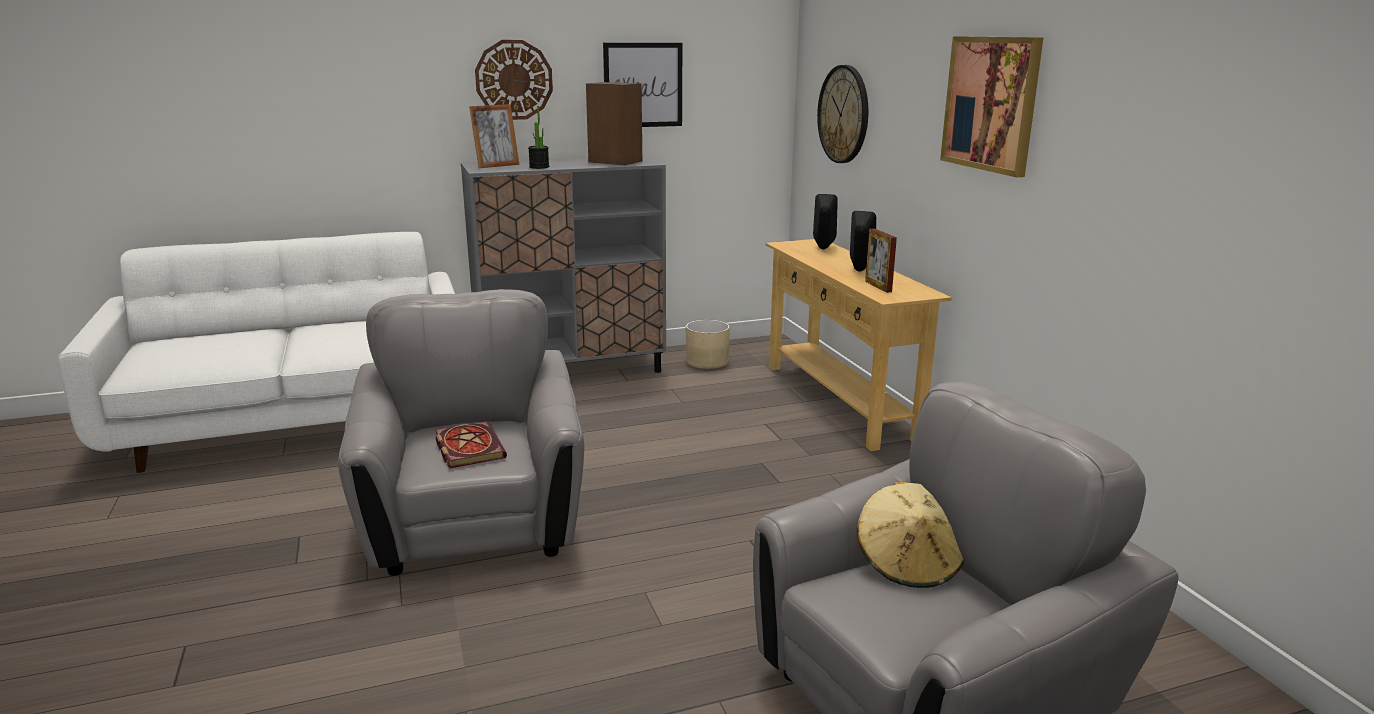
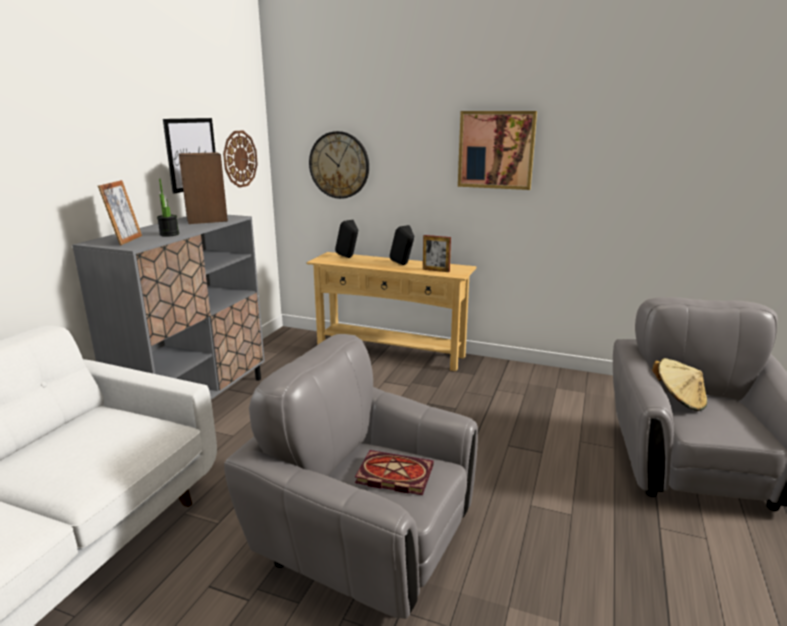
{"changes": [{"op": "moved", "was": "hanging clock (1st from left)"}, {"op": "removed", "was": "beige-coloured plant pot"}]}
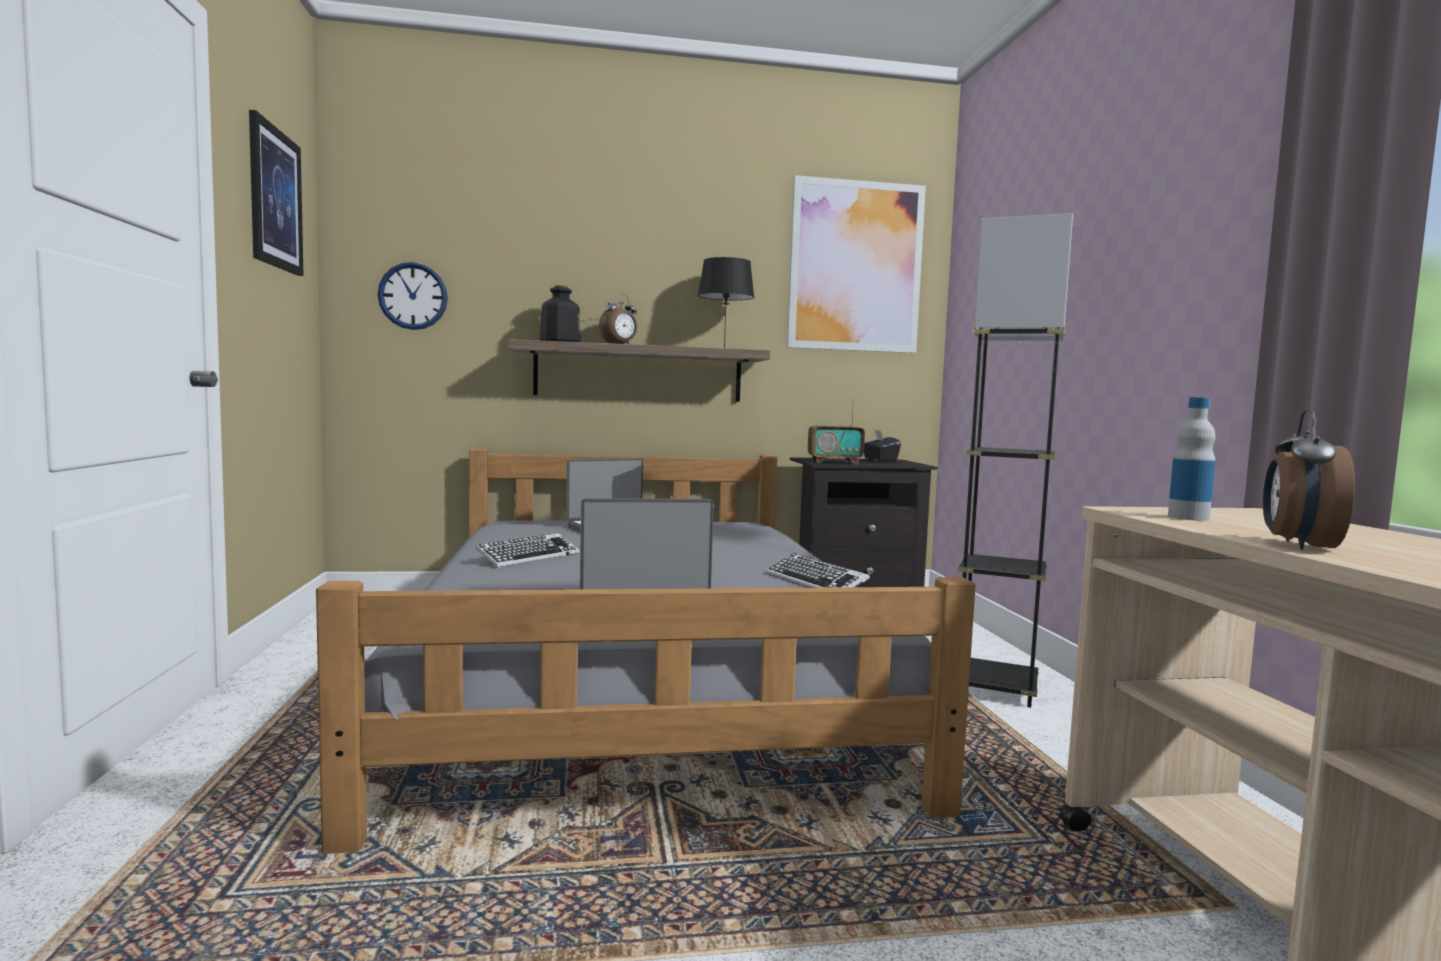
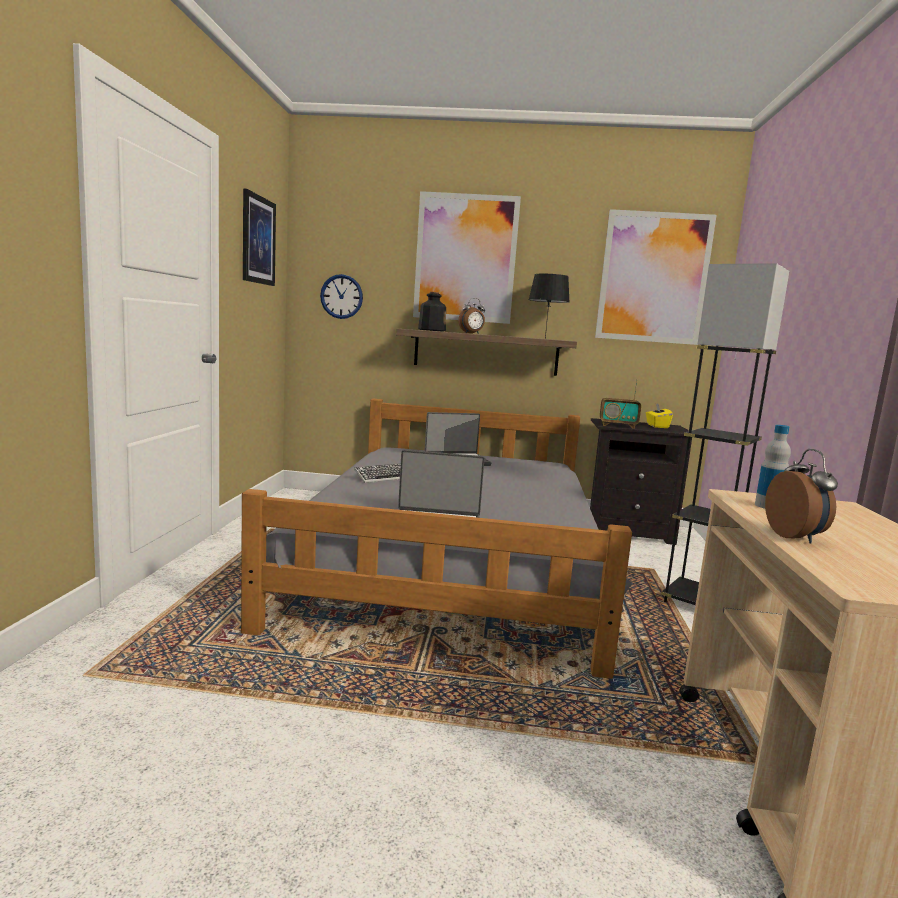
{"changes": [{"op": "turned", "was": "bedside clock (2nd from left)", "clockwise": 135}, {"op": "recoloured", "was": "blackish tissue holder", "now": "yellow-coloured tissue holder"}, {"op": "removed", "was": "computer keyboard (2nd from left)"}, {"op": "added", "now": "picture (2nd from left)"}]}
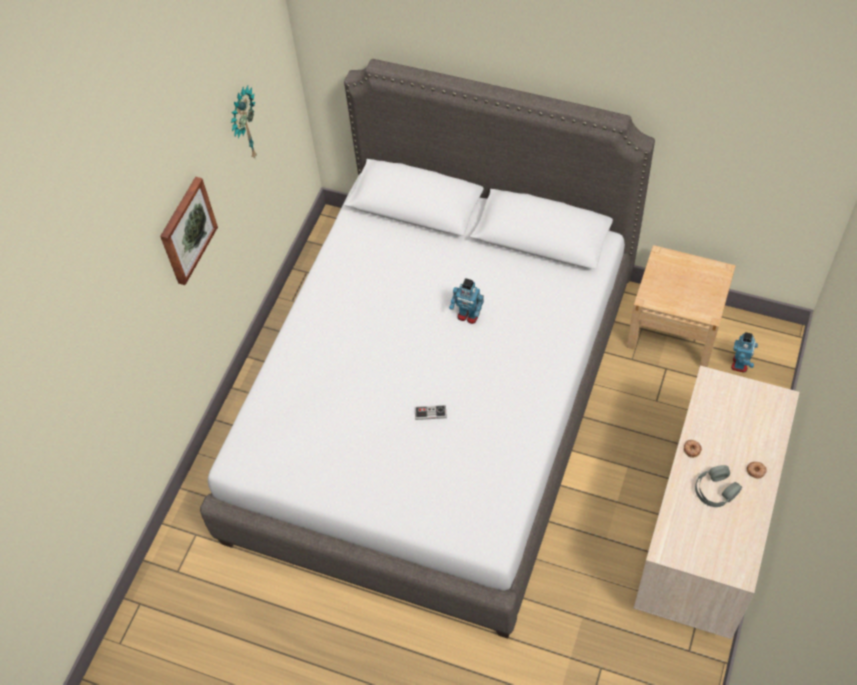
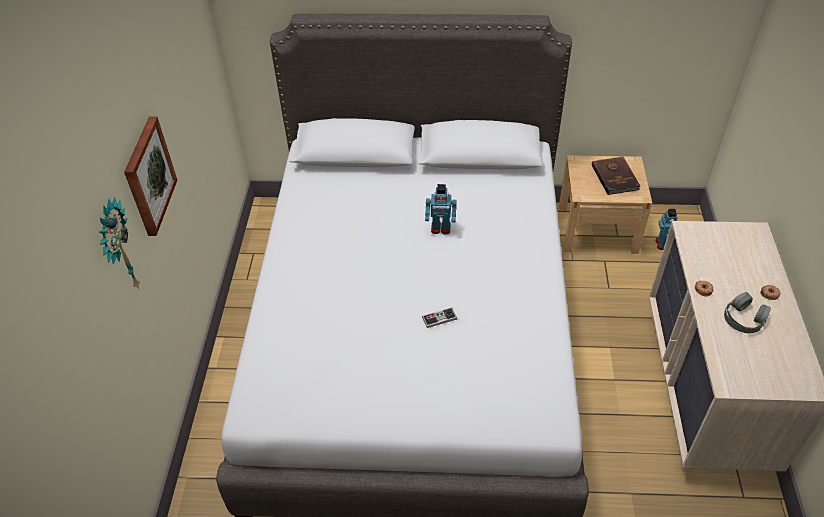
{"changes": [{"op": "moved", "was": "hanging clock"}, {"op": "added", "now": "brown-coloured bound book"}]}
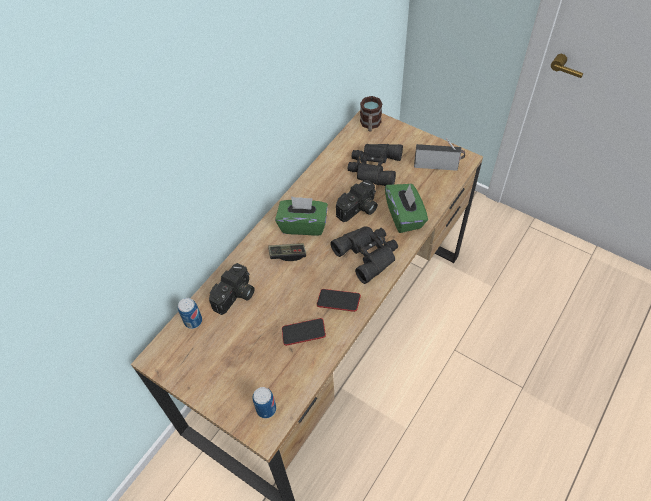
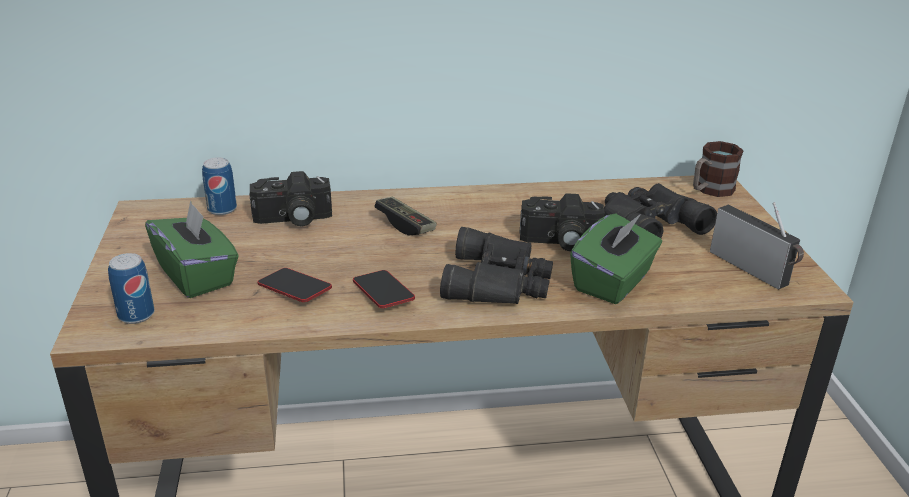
{"changes": [{"op": "moved", "was": "green tissue holder (1st from left)"}]}
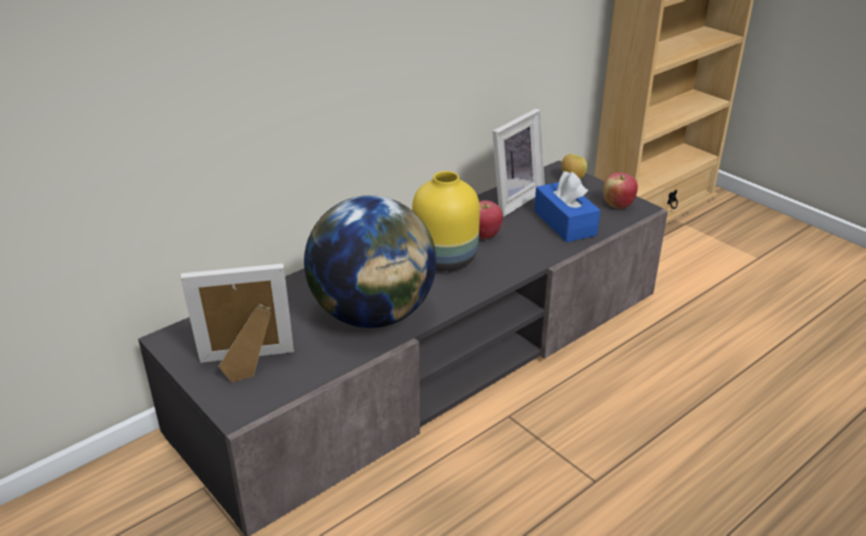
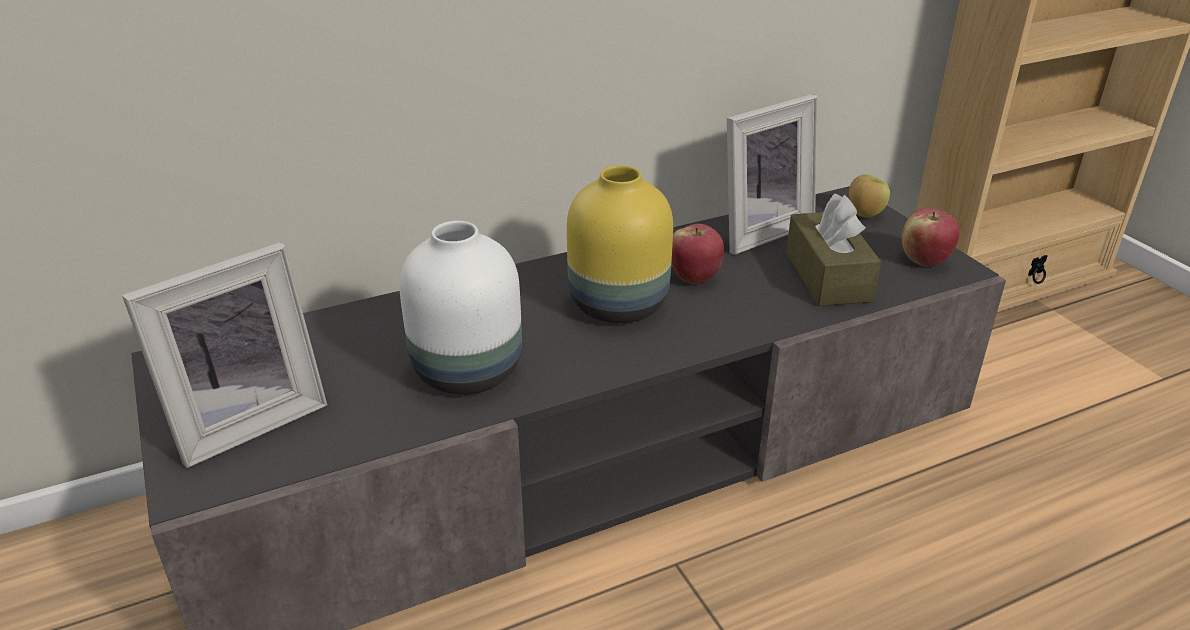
{"changes": [{"op": "recoloured", "was": "blue tissue holder", "now": "brown-coloured tissue holder"}, {"op": "replaced", "was": "globe", "now": "white-coloured vase"}, {"op": "turned", "was": "photo frame (1st from left)", "clockwise": 135}]}
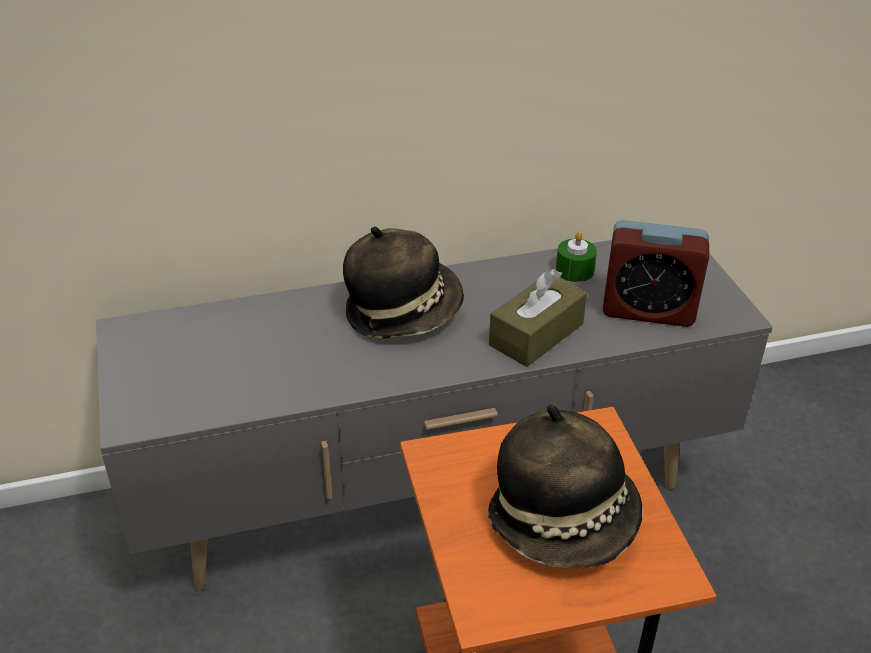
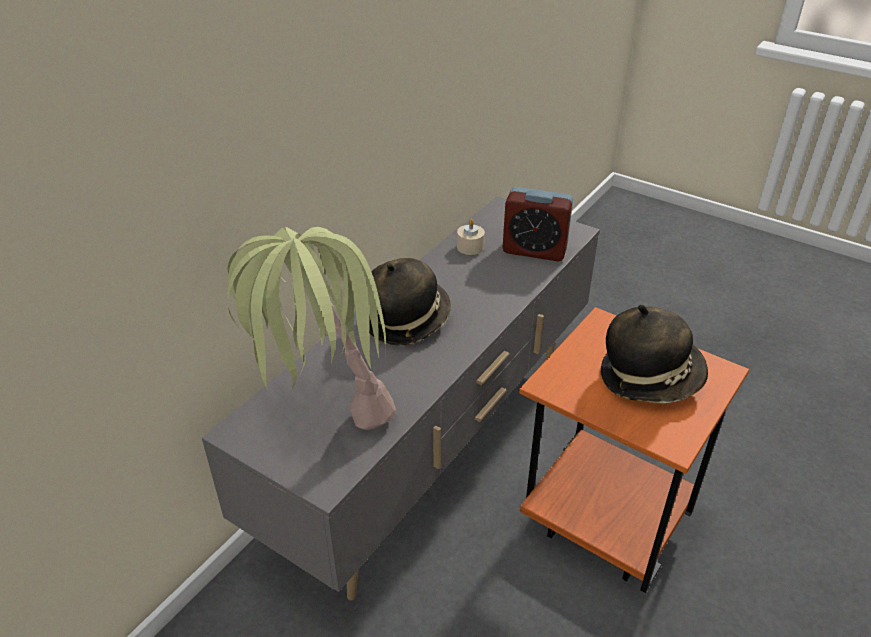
{"changes": [{"op": "turned", "was": "bedside clock", "clockwise": 45}, {"op": "recoloured", "was": "green candle", "now": "beige-coloured candle"}, {"op": "removed", "was": "brown-coloured tissue holder"}, {"op": "added", "now": "houseplant"}]}
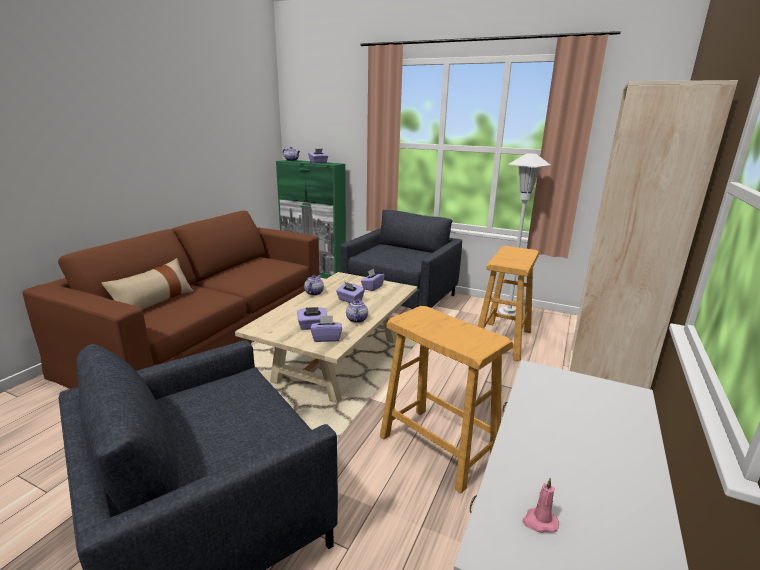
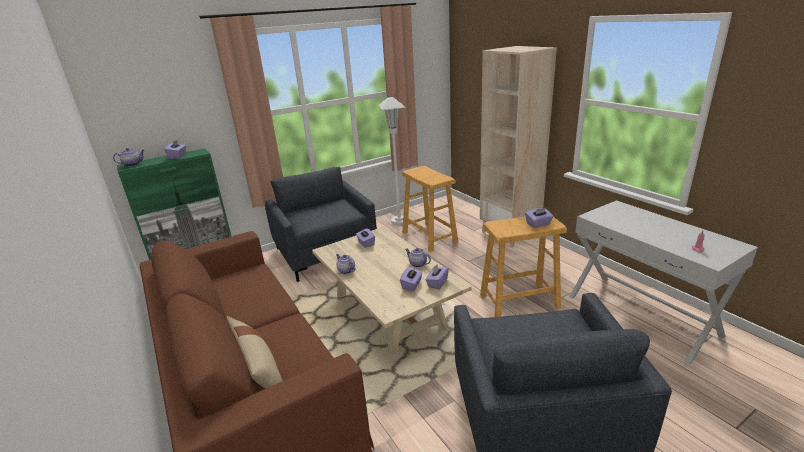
{"changes": [{"op": "moved", "was": "purple-coloured tissue holder (4th from left in the first image)", "now": "purple-coloured tissue holder (5th from left)"}]}
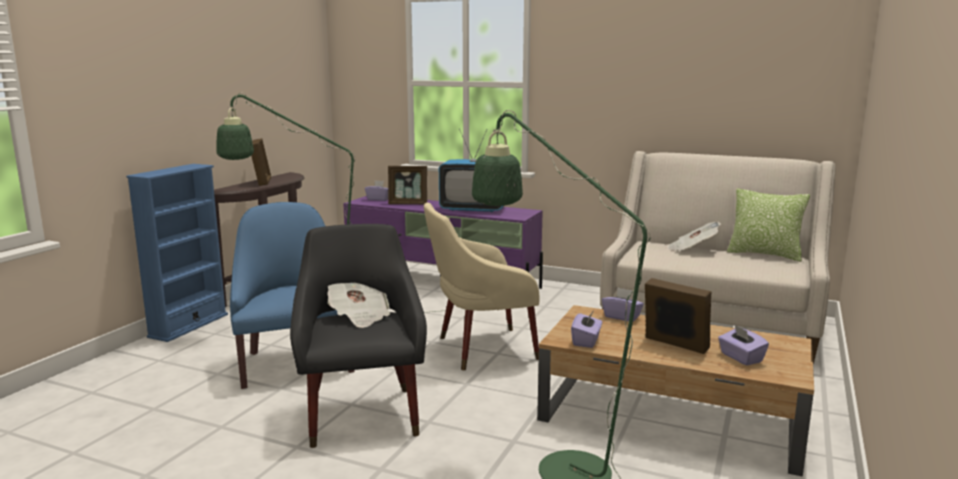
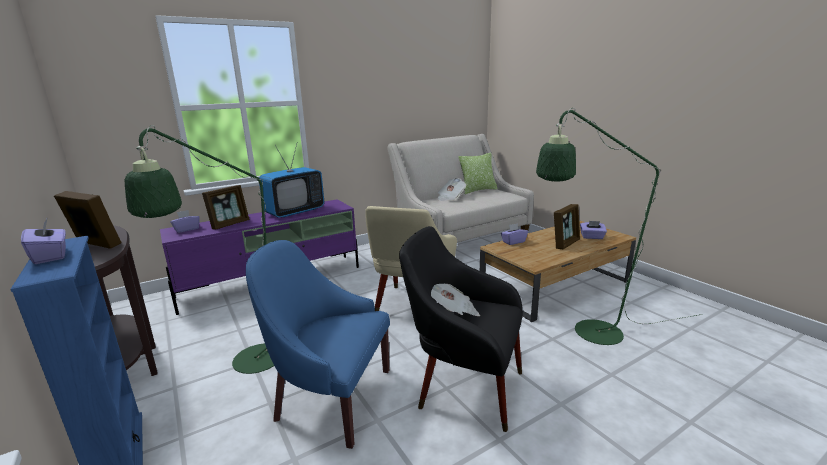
{"changes": [{"op": "turned", "was": "photo frame (3rd from left)", "clockwise": 150}, {"op": "moved", "was": "purple-coloured tissue holder (2nd from left in the first image)", "now": "purple-coloured tissue holder (1st from left)"}]}
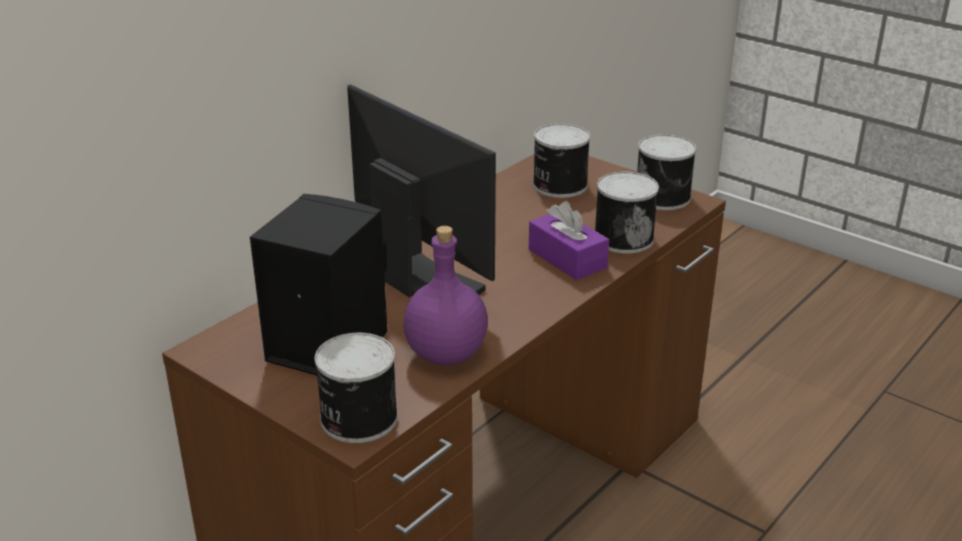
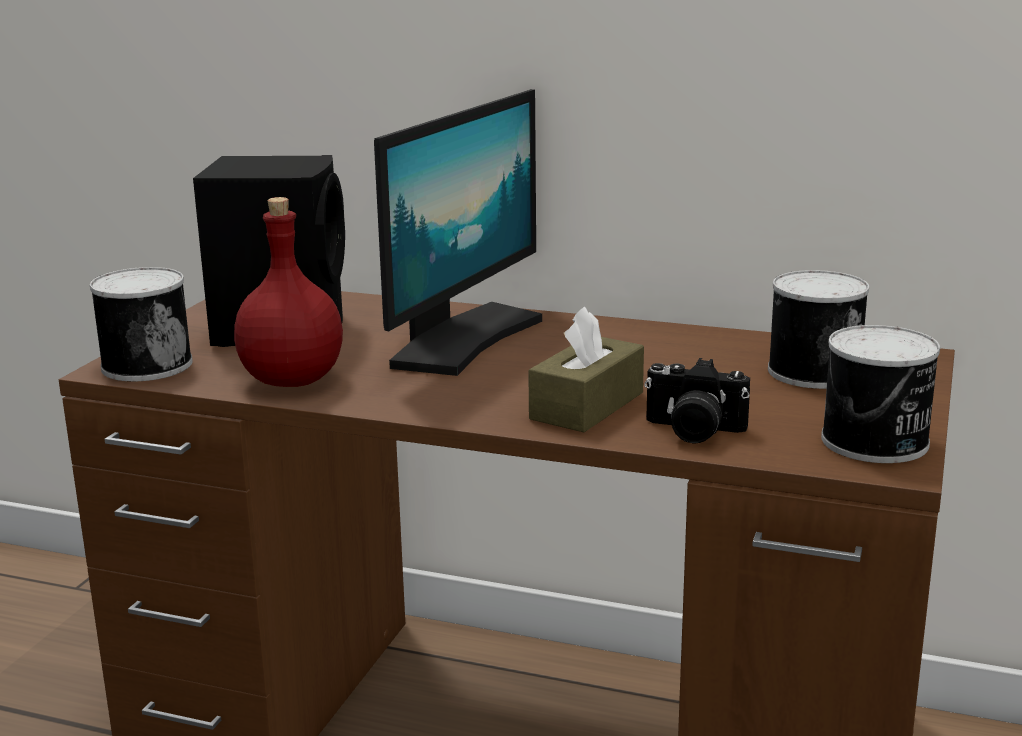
{"changes": [{"op": "replaced", "was": "can (3rd from left)", "now": "photo camera"}, {"op": "recoloured", "was": "purple-coloured tissue holder", "now": "brown-coloured tissue holder"}, {"op": "recoloured", "was": "purple-coloured drink bottle", "now": "red drink bottle"}]}
